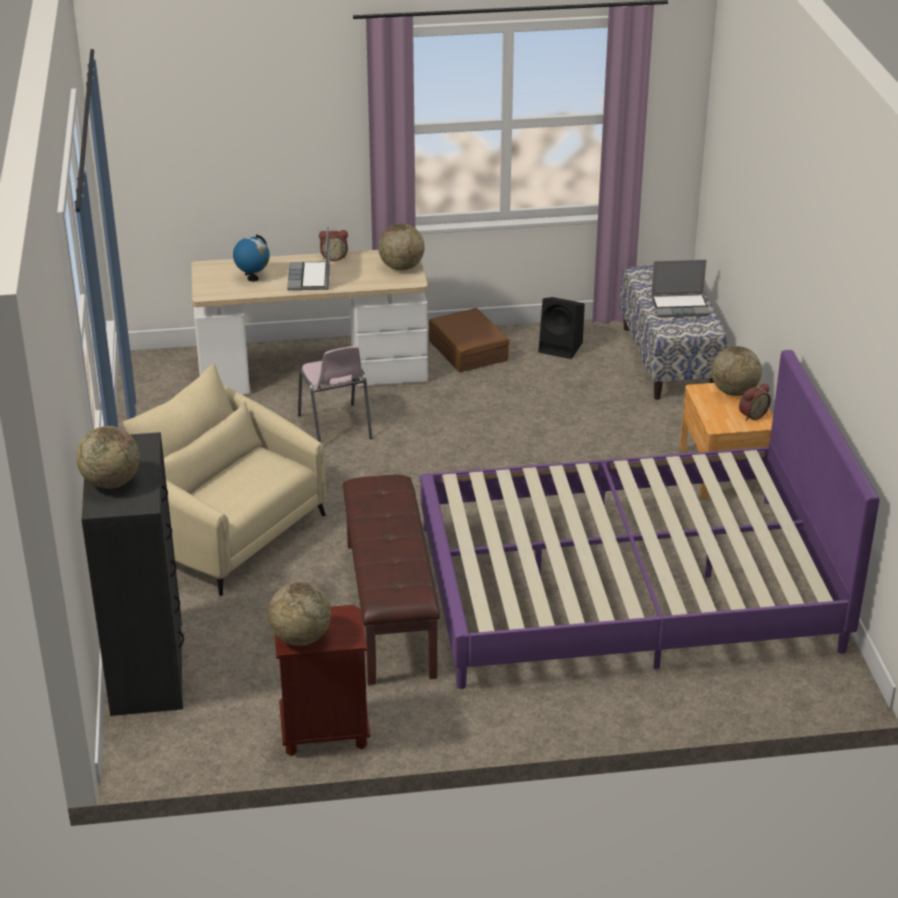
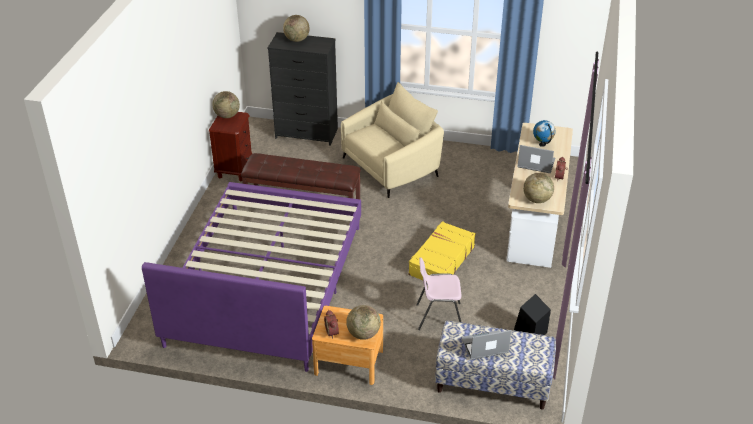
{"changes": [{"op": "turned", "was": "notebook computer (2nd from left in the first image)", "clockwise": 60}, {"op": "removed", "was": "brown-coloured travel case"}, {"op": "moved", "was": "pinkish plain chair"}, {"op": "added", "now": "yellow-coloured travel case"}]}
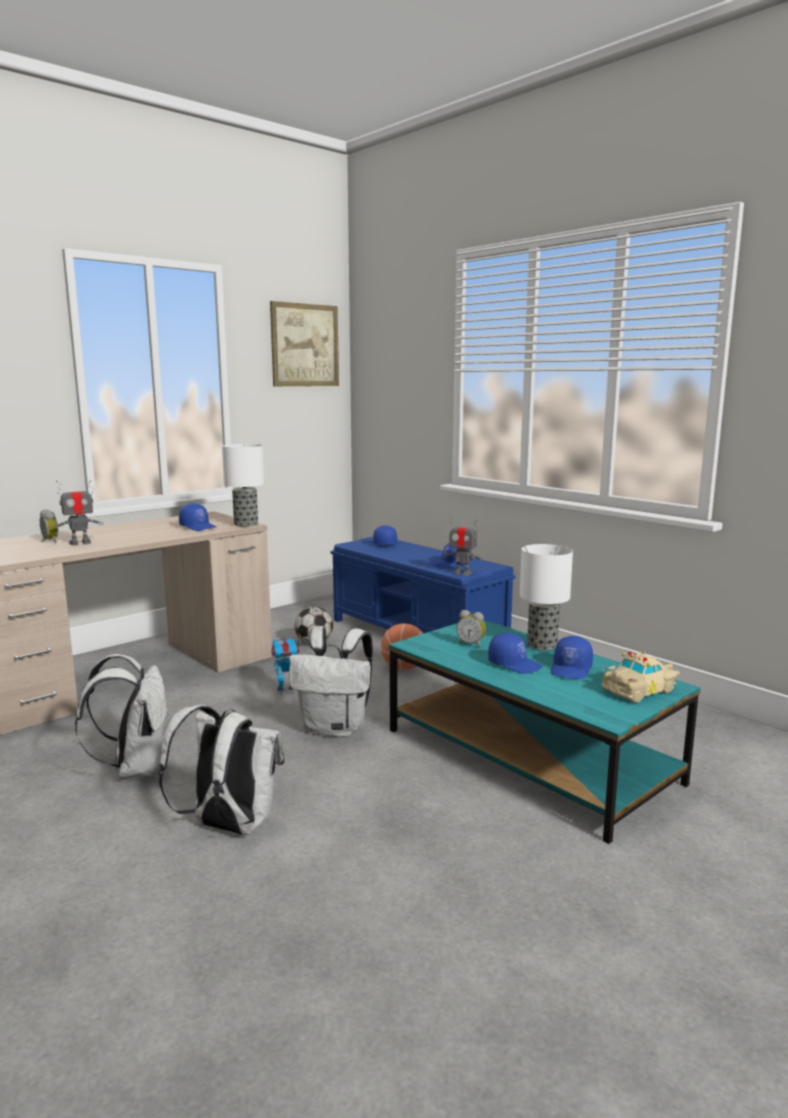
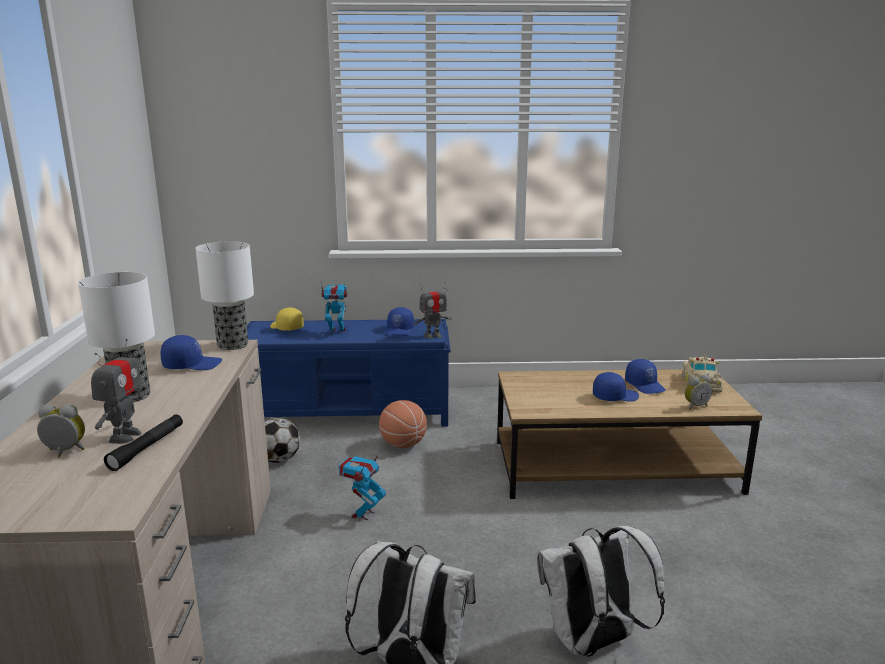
{"changes": [{"op": "removed", "was": "picture"}, {"op": "recoloured", "was": "blue peaked cap (2nd from left)", "now": "yellow-coloured peaked cap"}, {"op": "moved", "was": "lamp for a table (2nd from left in the first image)", "now": "lamp for a table (1st from left)"}, {"op": "moved", "was": "bedside clock (2nd from left)"}, {"op": "recoloured", "was": "turquoise coffee table", "now": "brown-coloured coffee table"}, {"op": "removed", "was": "white-coloured knapsack (3rd from left)"}, {"op": "added", "now": "toy robot (2nd from left)"}, {"op": "added", "now": "blackish flashlight"}]}
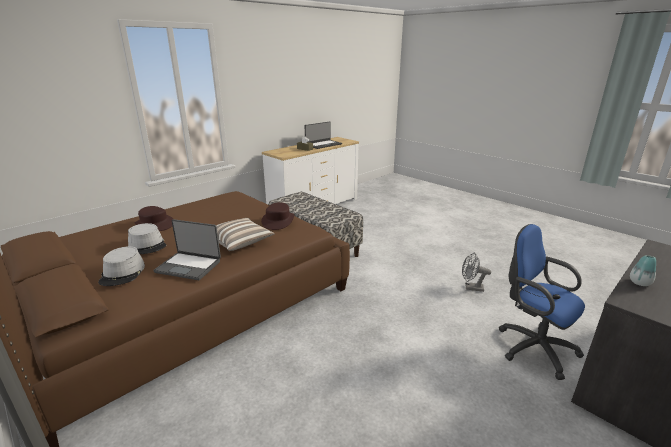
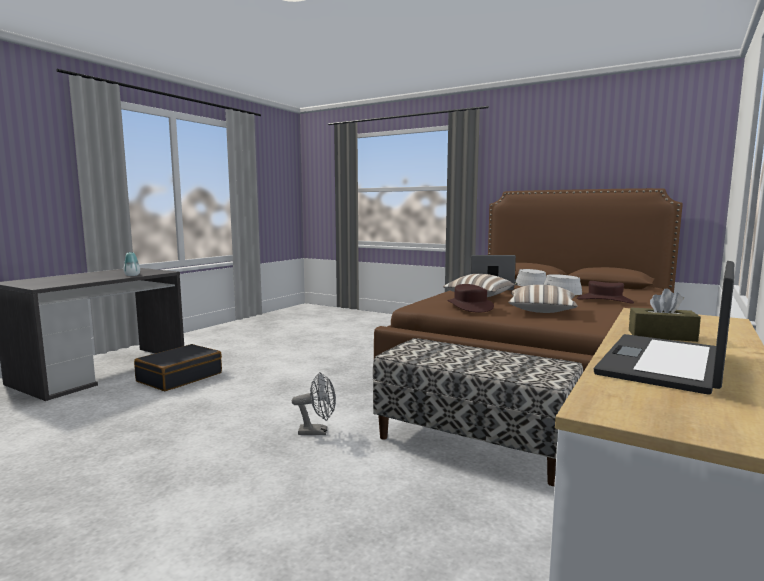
{"changes": [{"op": "replaced", "was": "blue computer chair", "now": "blackish travel case"}, {"op": "moved", "was": "gray electric fan"}, {"op": "added", "now": "throw pillow (2nd from left)"}]}
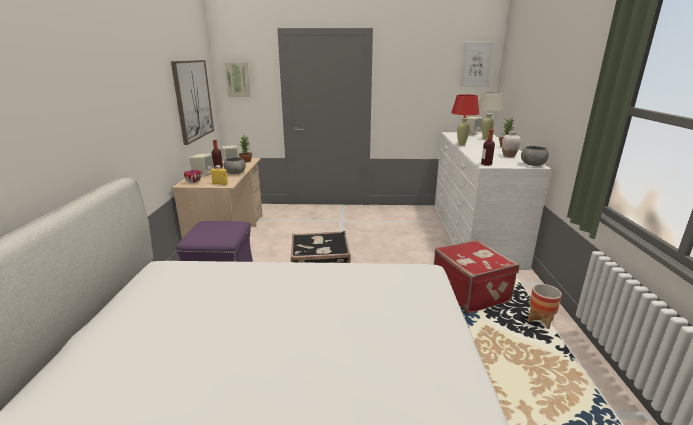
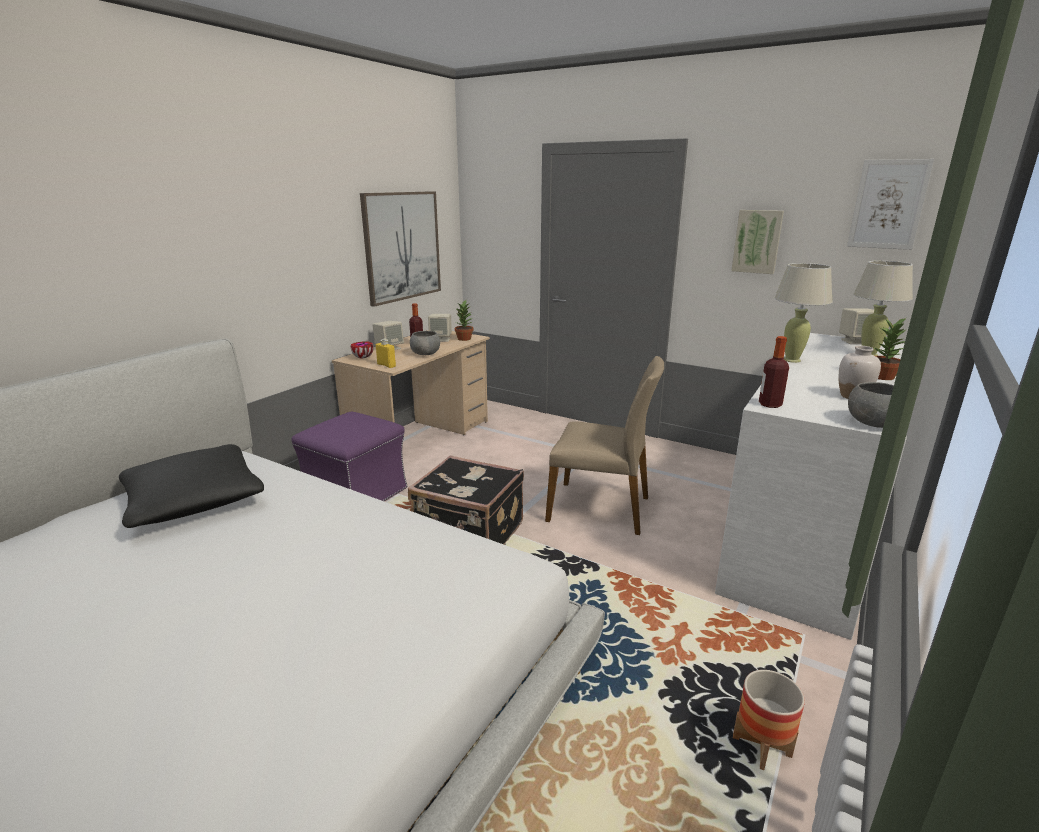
{"changes": [{"op": "moved", "was": "picture (2nd from left)"}, {"op": "recoloured", "was": "red lamp for a table", "now": "beige-coloured lamp for a table (1st from left)"}, {"op": "removed", "was": "red travel case"}, {"op": "added", "now": "beige-coloured plain chair"}, {"op": "added", "now": "blackish throw pillow"}]}
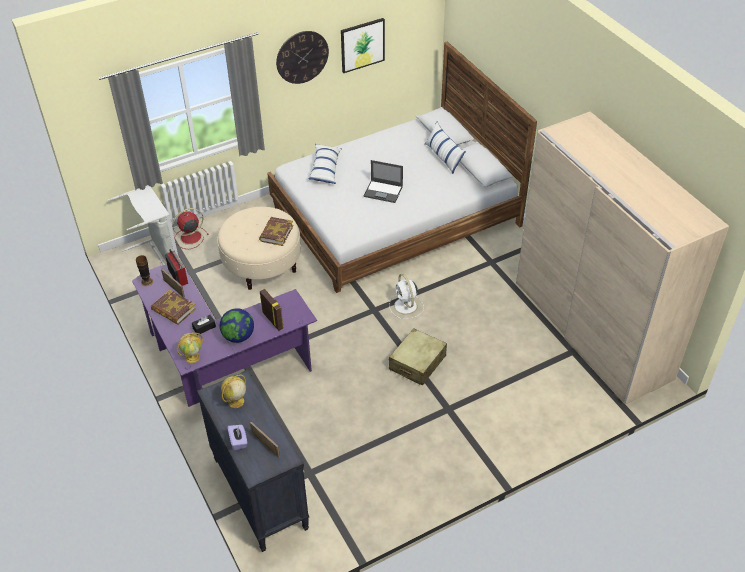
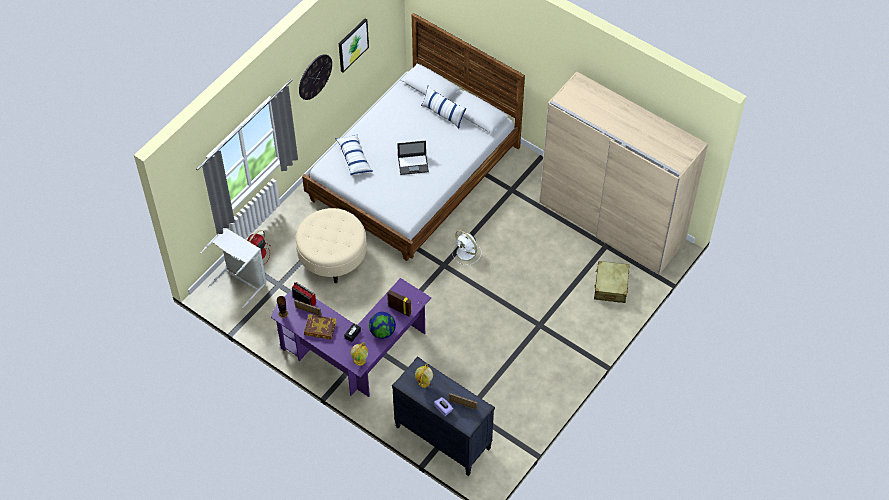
{"changes": [{"op": "removed", "was": "bound book (2nd from left)"}, {"op": "moved", "was": "beige-coloured travel case"}]}
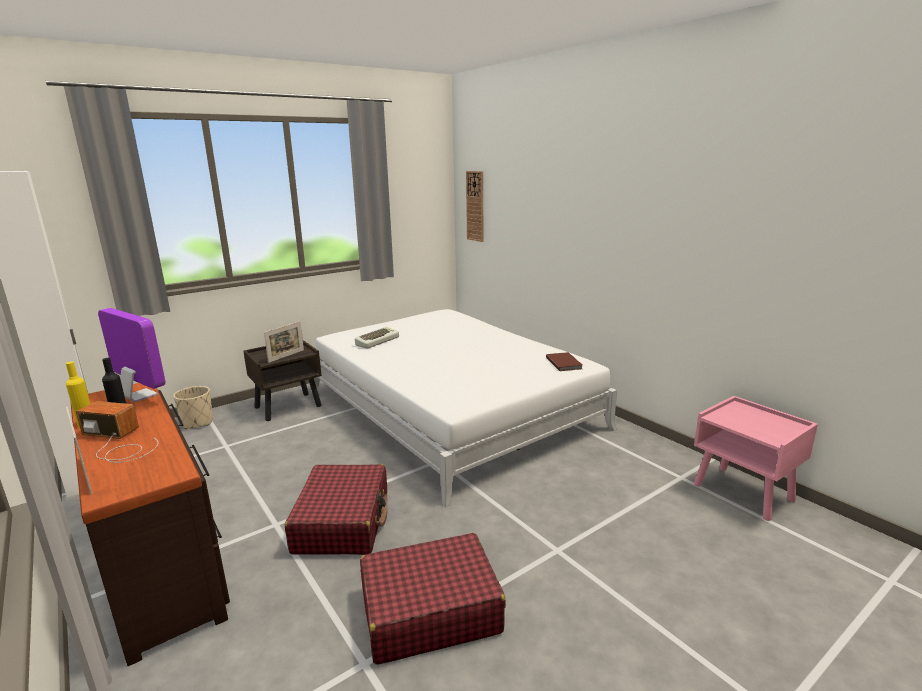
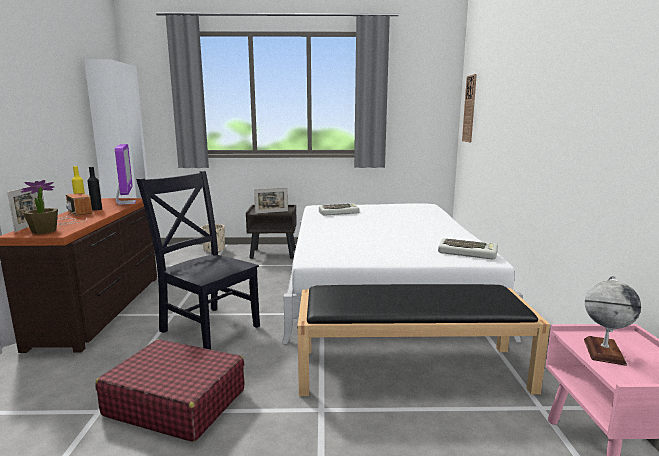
{"changes": [{"op": "replaced", "was": "brown-coloured bound book", "now": "computer keyboard (2nd from left)"}, {"op": "replaced", "was": "red travel case (1st from left)", "now": "blackish plain chair"}, {"op": "added", "now": "houseplant"}, {"op": "added", "now": "globe"}, {"op": "added", "now": "blackish long seat"}]}
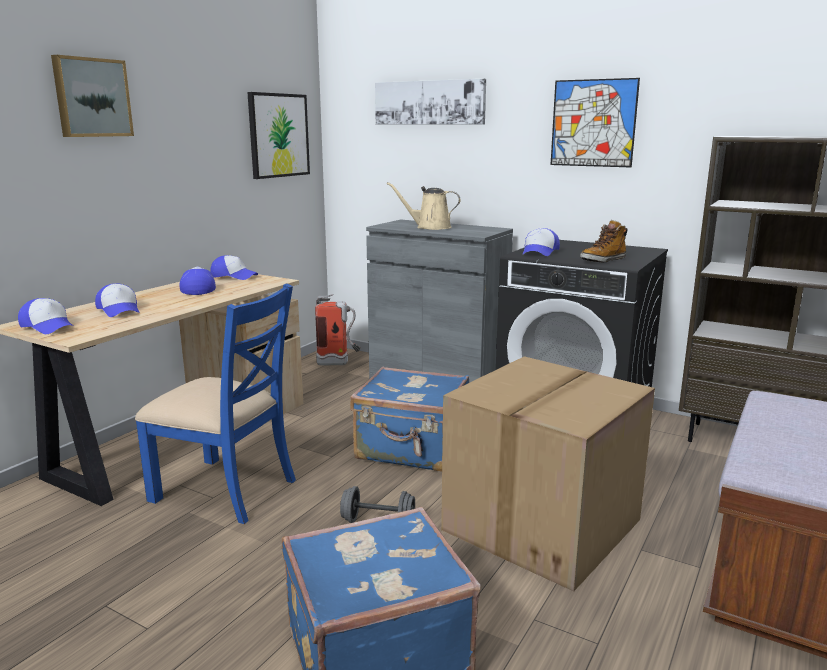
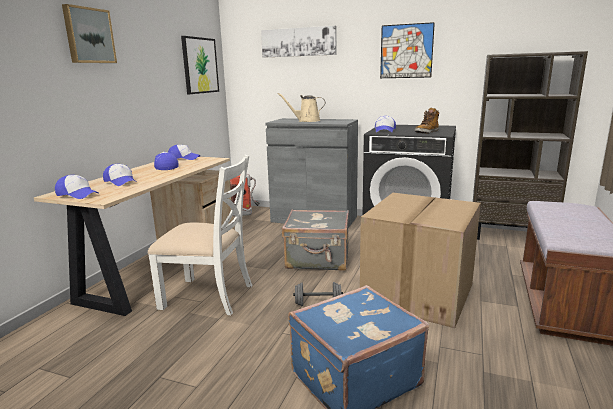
{"changes": [{"op": "recoloured", "was": "blue plain chair", "now": "white-coloured plain chair"}, {"op": "recoloured", "was": "blue travel case (2nd from left)", "now": "gray travel case"}]}
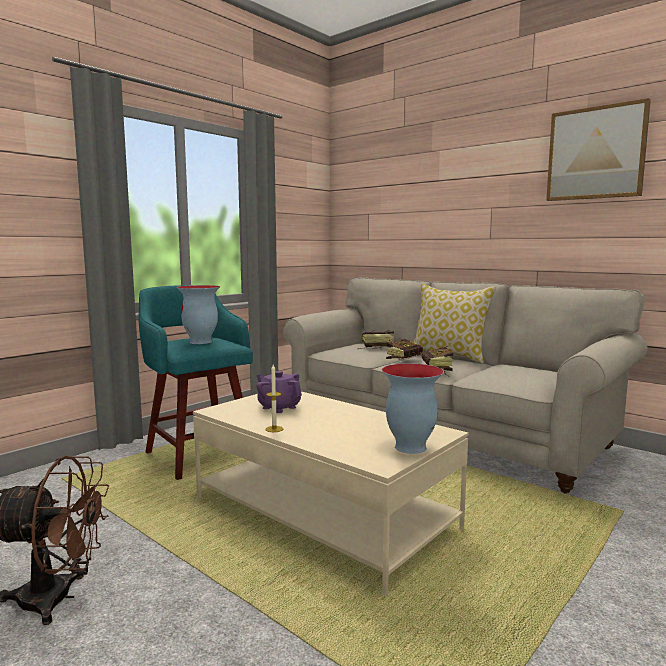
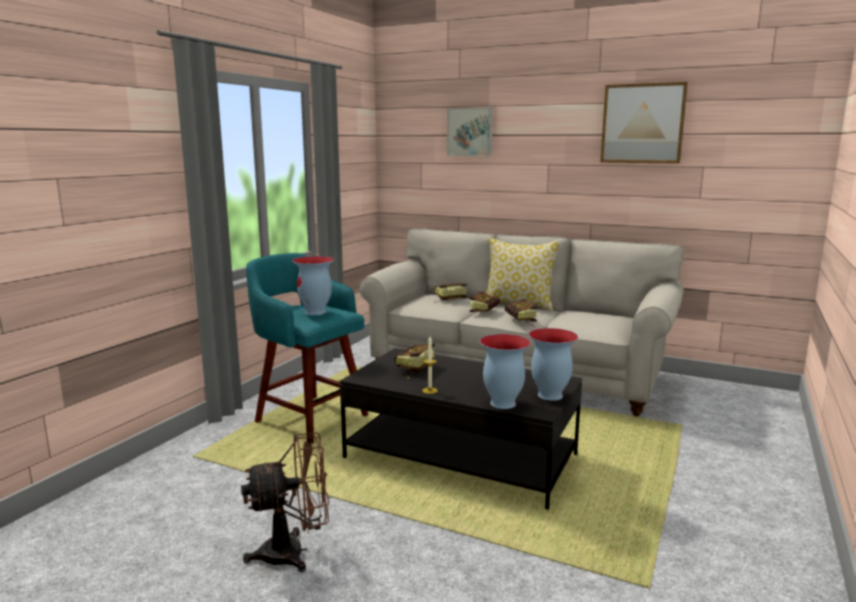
{"changes": [{"op": "replaced", "was": "purple-coloured teapot", "now": "bound book (1st from left)"}, {"op": "recoloured", "was": "beige-coloured coffee table", "now": "blackish coffee table"}, {"op": "added", "now": "picture (1st from left)"}, {"op": "added", "now": "vase (2nd from left)"}]}
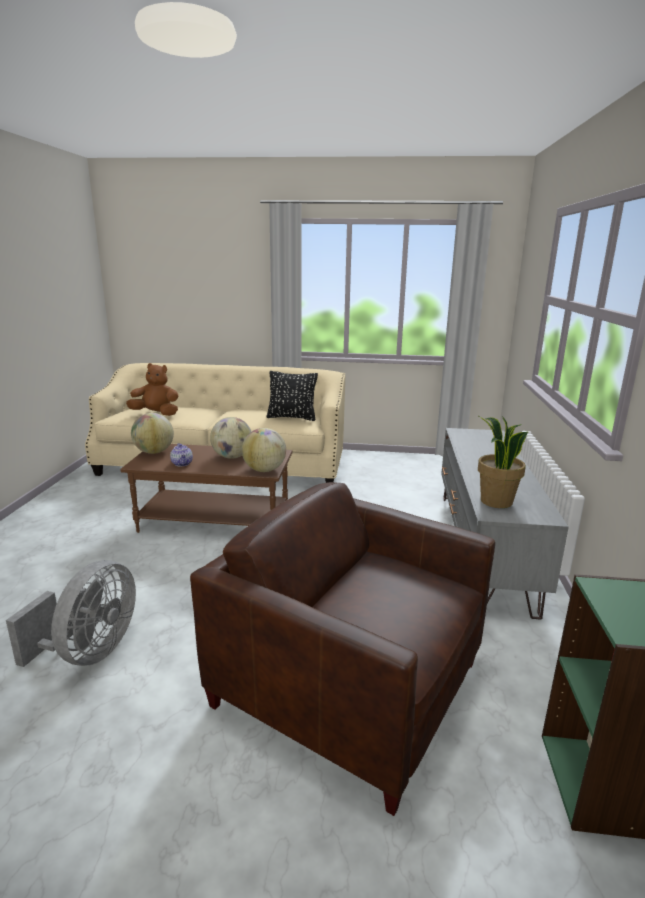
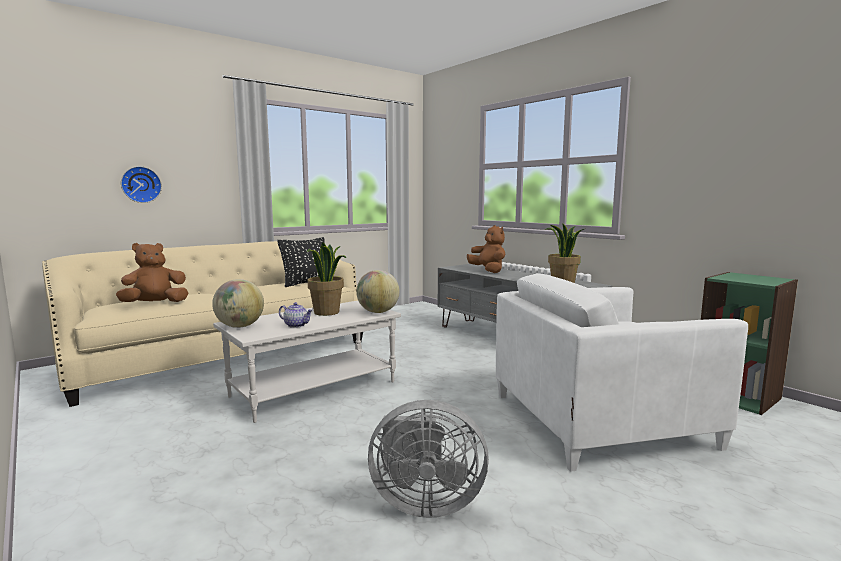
{"changes": [{"op": "replaced", "was": "globe (2nd from left)", "now": "houseplant (1st from left)"}, {"op": "recoloured", "was": "brown-coloured coffee table", "now": "white-coloured coffee table"}, {"op": "recoloured", "was": "brown-coloured lounge chair", "now": "white-coloured lounge chair"}, {"op": "turned", "was": "gray electric fan", "clockwise": 120}, {"op": "added", "now": "hanging clock"}, {"op": "added", "now": "brown-coloured plush toy (2nd from left)"}]}
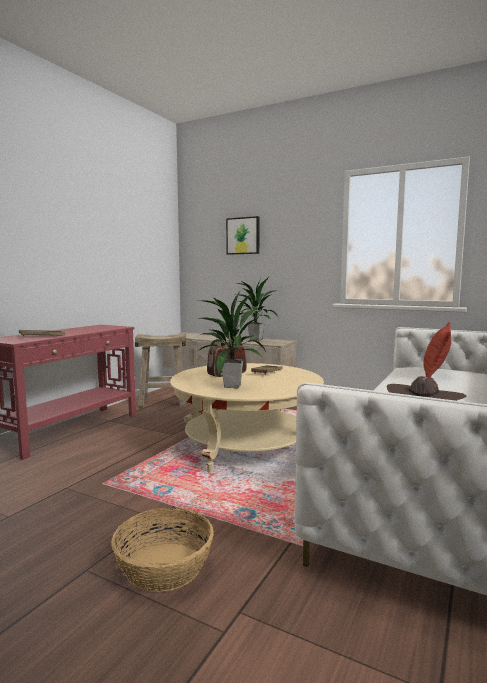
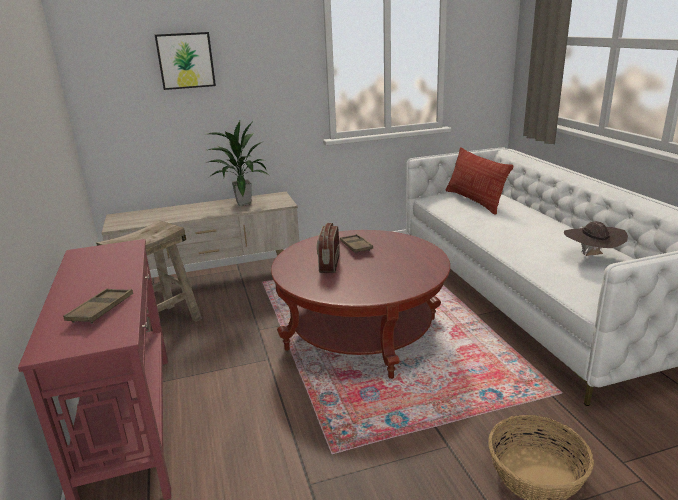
{"changes": [{"op": "removed", "was": "houseplant (1st from left)"}, {"op": "recoloured", "was": "beige-coloured coffee table", "now": "red coffee table"}]}
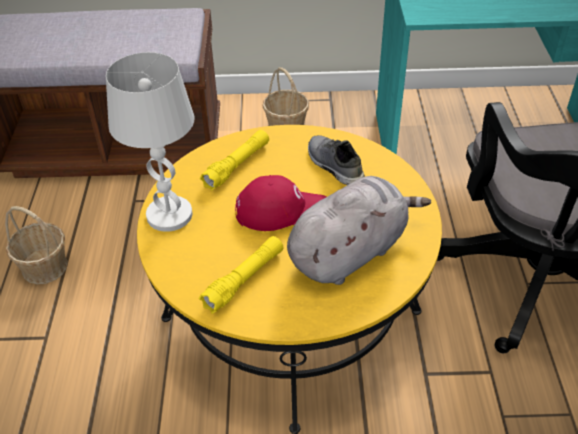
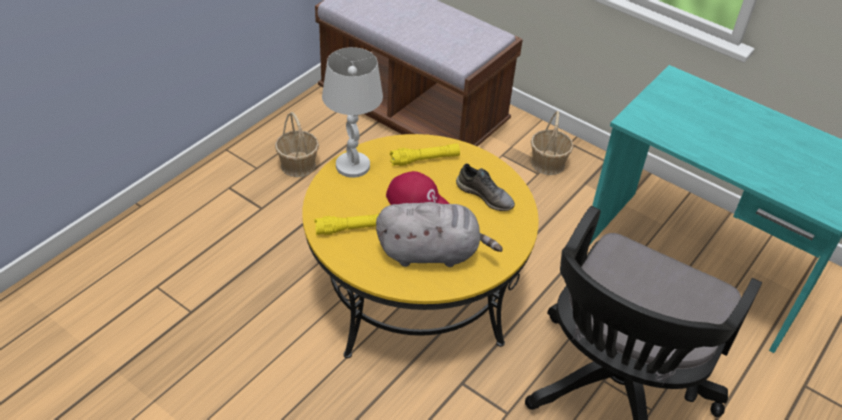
{"changes": [{"op": "turned", "was": "gray low shoe", "clockwise": 120}]}
